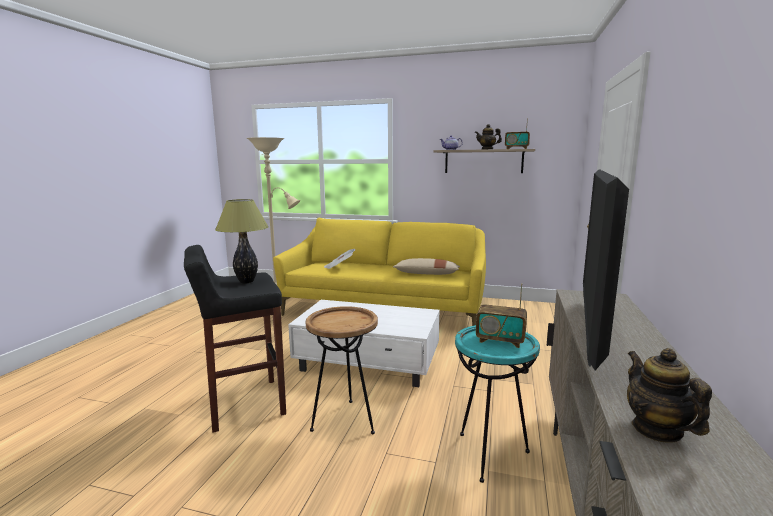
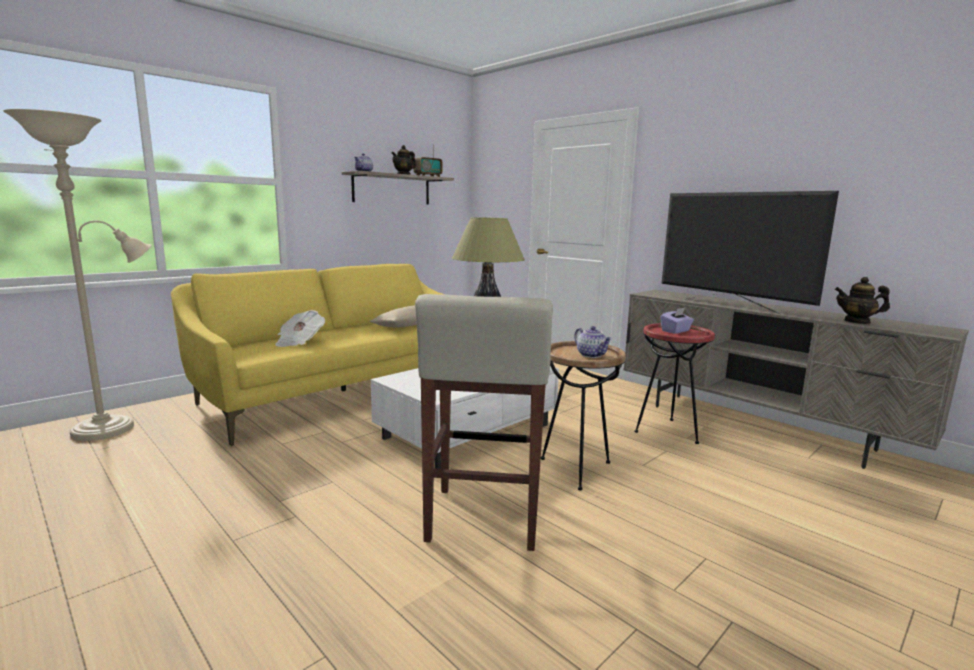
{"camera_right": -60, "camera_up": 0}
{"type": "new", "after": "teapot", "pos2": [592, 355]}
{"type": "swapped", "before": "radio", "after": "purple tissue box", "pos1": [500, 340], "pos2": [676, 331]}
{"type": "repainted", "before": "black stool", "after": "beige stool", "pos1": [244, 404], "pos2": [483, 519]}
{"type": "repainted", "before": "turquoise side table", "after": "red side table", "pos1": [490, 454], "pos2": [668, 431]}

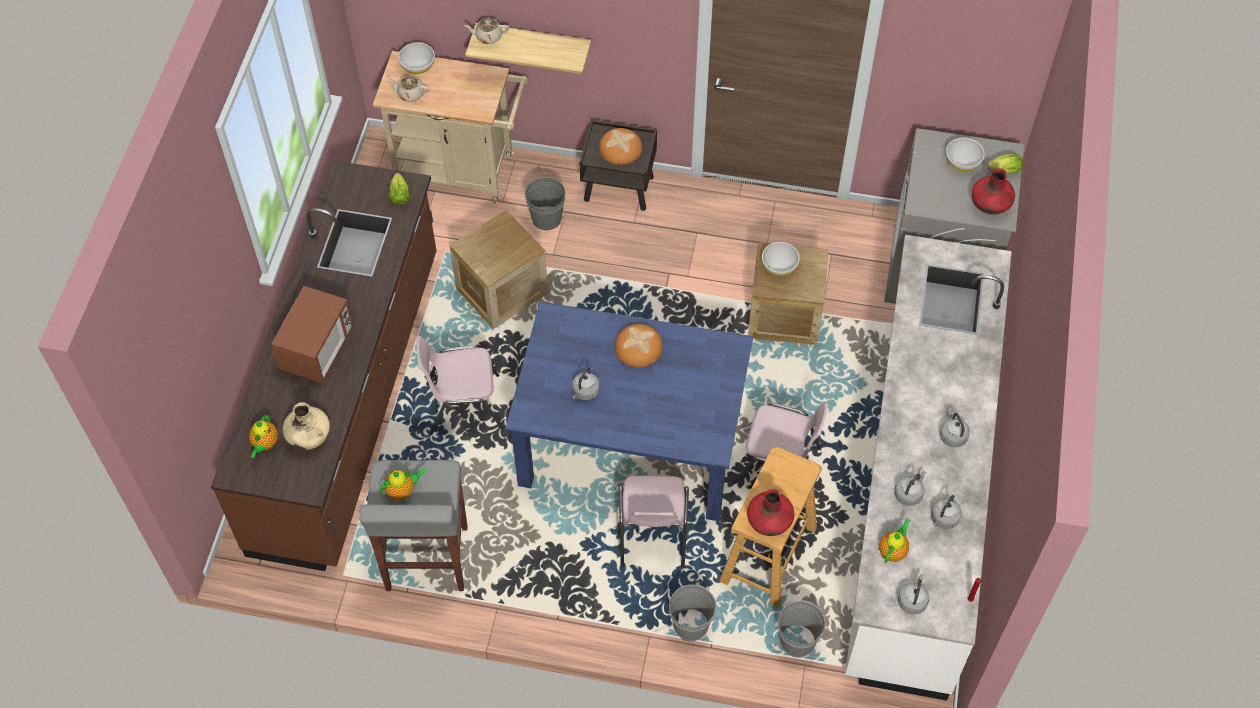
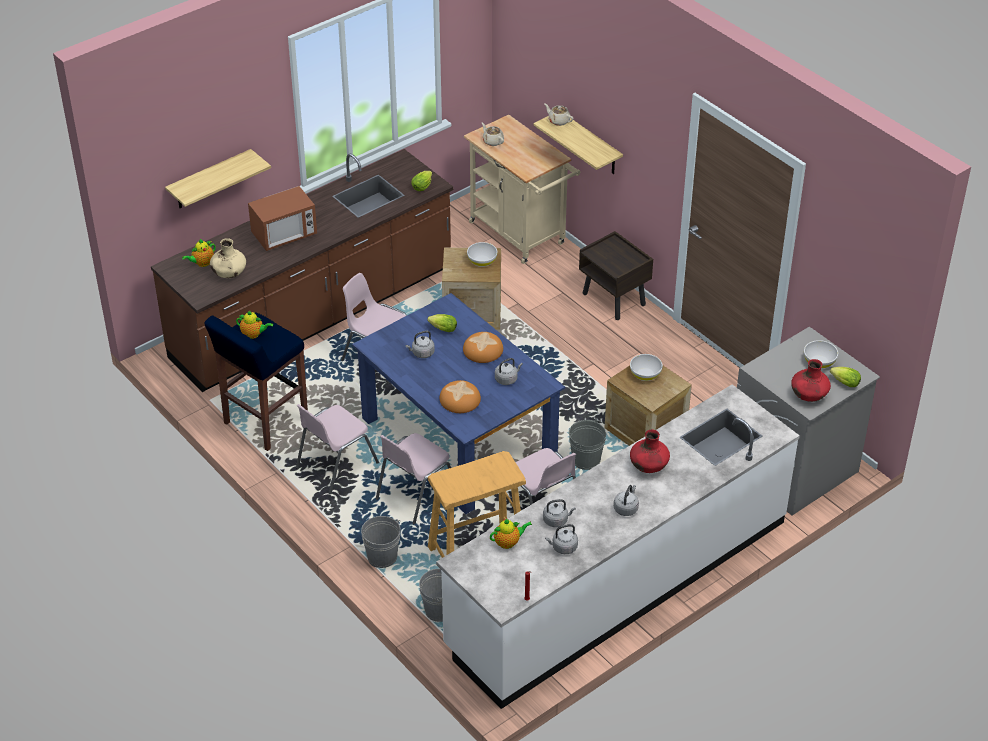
{"camera_right": 40, "camera_up": -15}
{"type": "new", "after": "shelf", "pos2": [210, 180]}
{"type": "new", "after": "pink chair", "pos2": [335, 465]}
{"type": "new", "after": "lettuce", "pos2": [441, 329]}
{"type": "shifted", "before": "white bowl", "pos1": [418, 66], "pos2": [482, 261]}
{"type": "shifted", "before": "grey bucket", "pos1": [546, 218], "pos2": [586, 460]}
{"type": "shifted", "before": "bread", "pos1": [621, 149], "pos2": [460, 400]}
{"type": "shifted", "before": "red vase", "pos1": [769, 522], "pos2": [648, 467]}
{"type": "shifted", "before": "grey kettle", "pos1": [912, 601], "pos2": [507, 379]}
{"type": "repainted", "before": "grey stool", "after": "blue stool", "pos1": [426, 560], "pos2": [265, 422]}

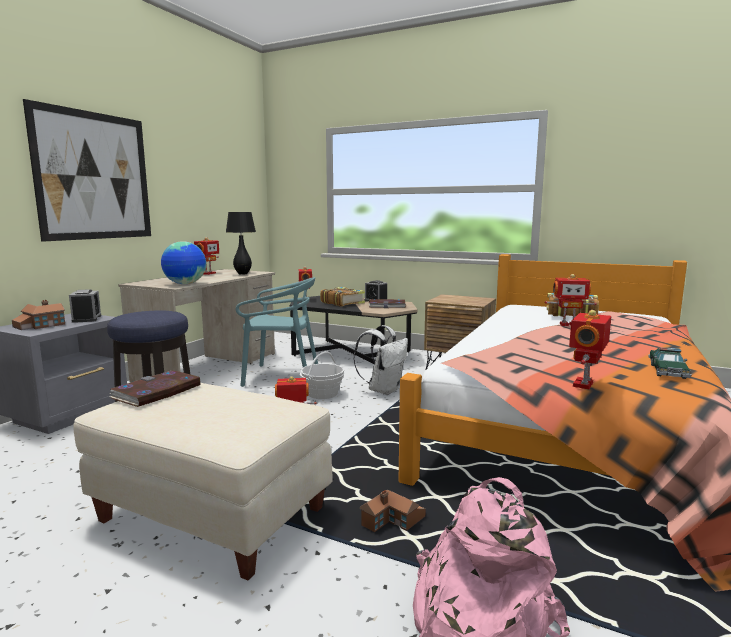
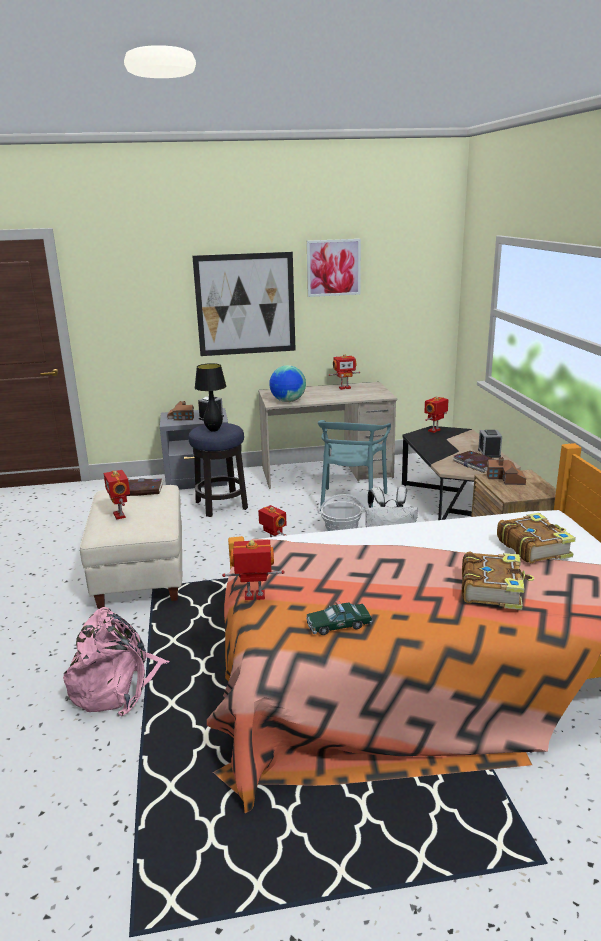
{"camera_right": 55, "camera_up": 10}
{"type": "new", "after": "picture", "pos2": [333, 267]}
{"type": "shifted", "before": "black table lamp", "pos1": [243, 274], "pos2": [213, 430]}
{"type": "shifted", "before": "book", "pos1": [342, 303], "pos2": [492, 589]}
{"type": "shifted", "before": "toy house", "pos1": [393, 522], "pos2": [505, 479]}
{"type": "shifted", "before": "toy robot", "pos1": [568, 324], "pos2": [120, 515]}
{"type": "rotated", "before": "turquoise chair", "pos1": [281, 376], "pos2": [351, 502], "turn": 45}

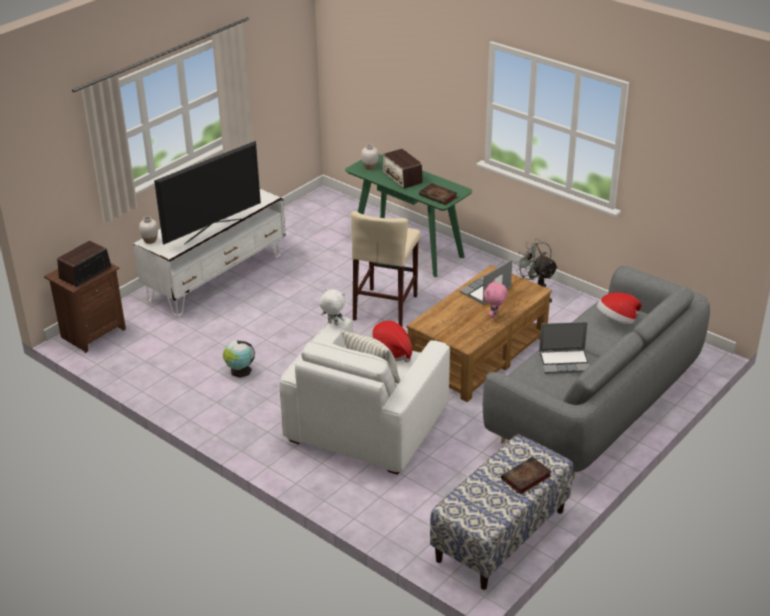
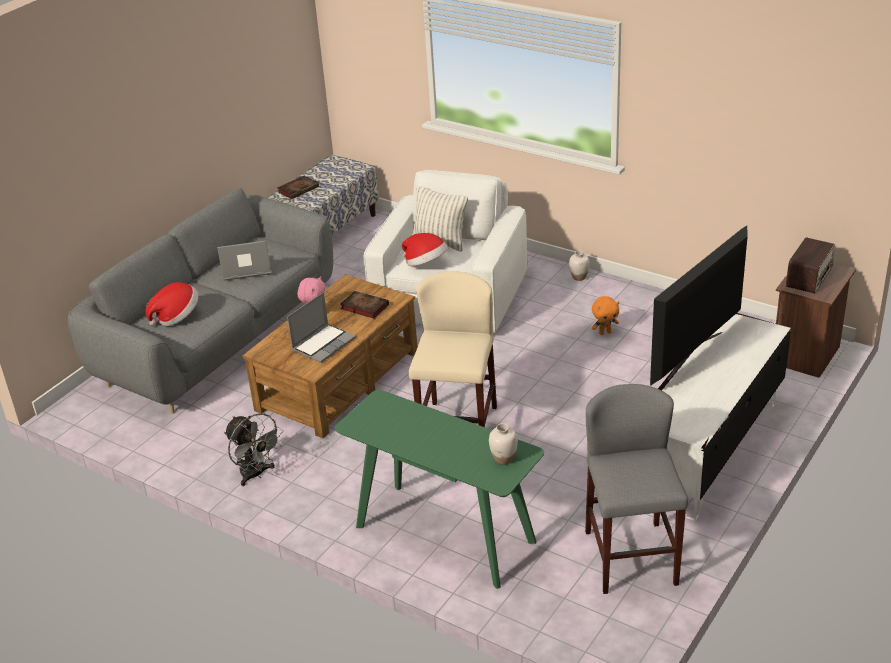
{"camera_right": 175, "camera_up": 0}
{"type": "gone", "before": "white plush toy", "pos1": [333, 324]}
{"type": "gone", "before": "radio", "pos1": [402, 177]}
{"type": "new", "after": "grey stool", "pos2": [630, 558]}
{"type": "shifted", "before": "white vase", "pos1": [150, 240], "pos2": [579, 277]}
{"type": "shifted", "before": "book", "pos1": [439, 196], "pos2": [363, 307]}
{"type": "swapped", "before": "globe", "after": "orange plush toy", "pos1": [239, 371], "pos2": [605, 332]}

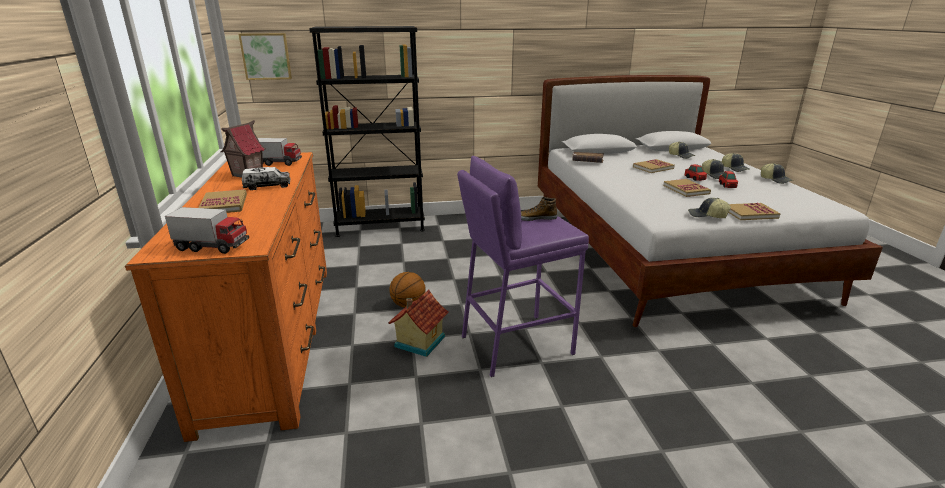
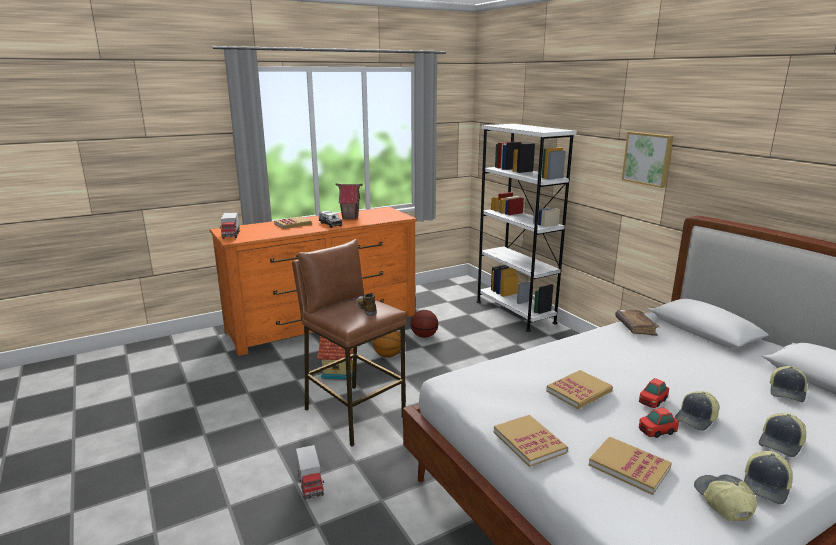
{"camera_right": 70, "camera_up": -5}
{"type": "new", "after": "basketball", "pos2": [424, 336]}
{"type": "shifted", "before": "picture", "pos1": [266, 56], "pos2": [648, 158]}
{"type": "shifted", "before": "toy truck", "pos1": [278, 163], "pos2": [310, 484]}
{"type": "shifted", "before": "book", "pos1": [653, 167], "pos2": [629, 467]}
{"type": "shifted", "before": "cap", "pos1": [707, 216], "pos2": [721, 502]}
{"type": "repainted", "before": "black bookcase", "after": "white bookcase", "pos1": [380, 226], "pos2": [515, 312]}
{"type": "repainted", "before": "purple stool", "after": "brown stool", "pos1": [515, 344], "pos2": [354, 413]}

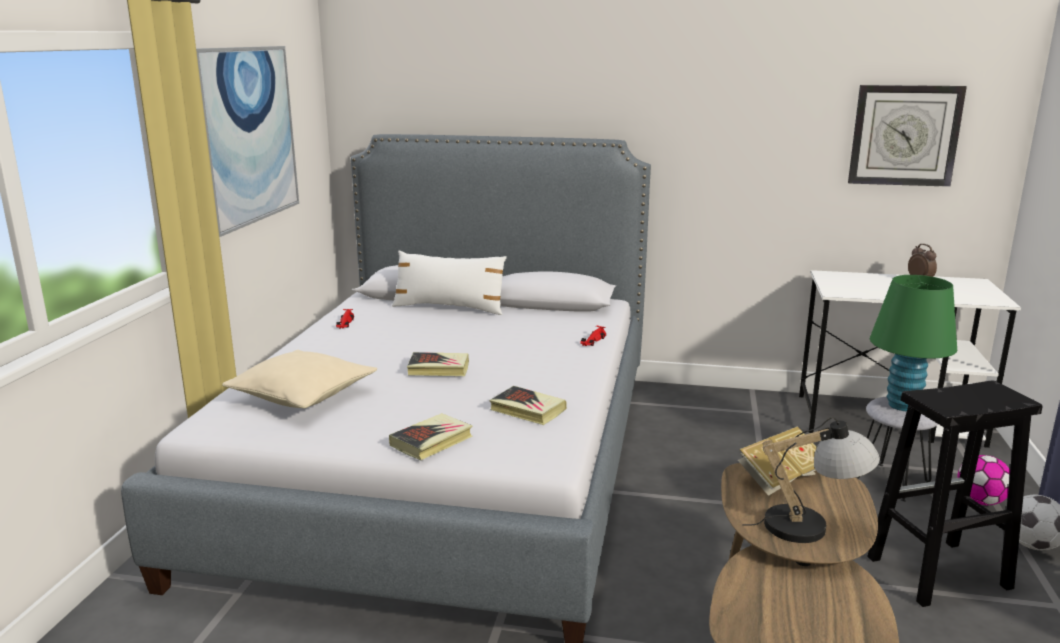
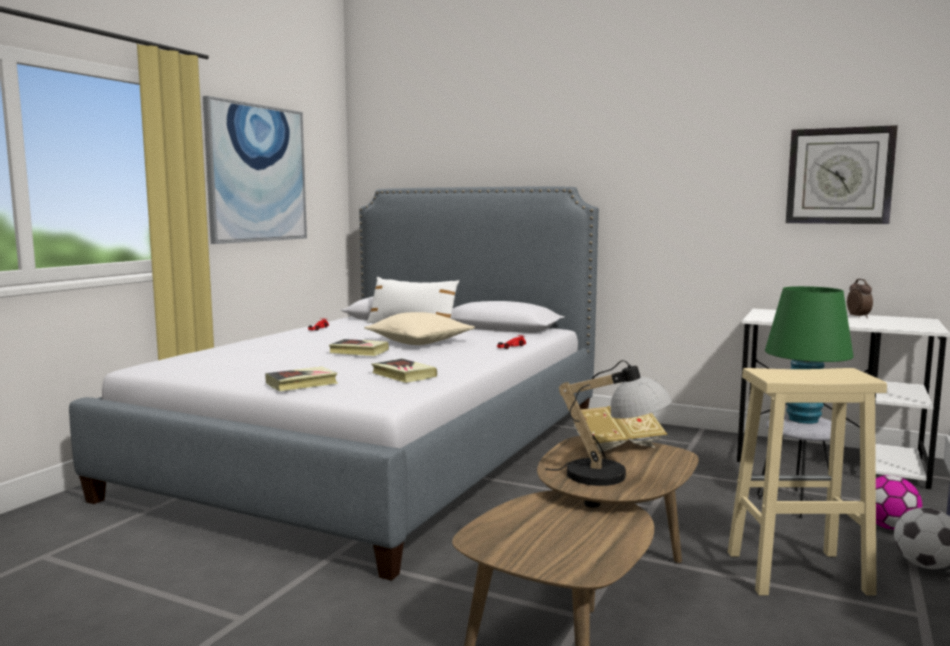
{"camera_right": 15, "camera_up": -10}
{"type": "shifted", "before": "beige pillow", "pos1": [302, 395], "pos2": [419, 342]}
{"type": "repainted", "before": "black stool", "after": "beige stool", "pos1": [936, 573], "pos2": [795, 573]}

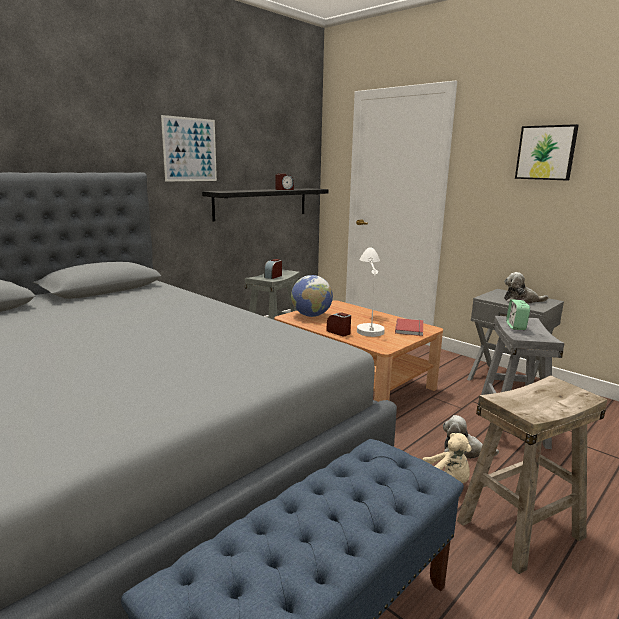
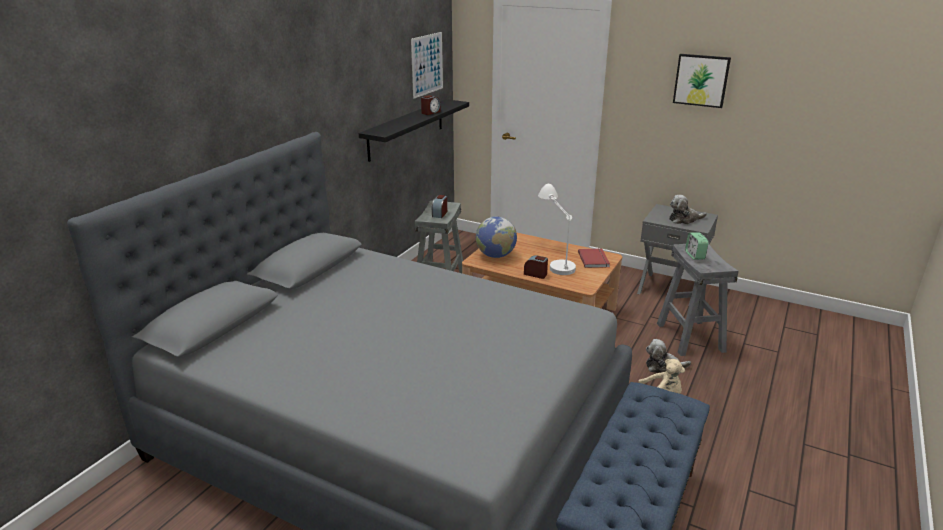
{"camera_right": -15, "camera_up": 10}
{"type": "gone", "before": "beige stool", "pos1": [519, 528]}
{"type": "shifted", "before": "picture", "pos1": [190, 149], "pos2": [427, 64]}

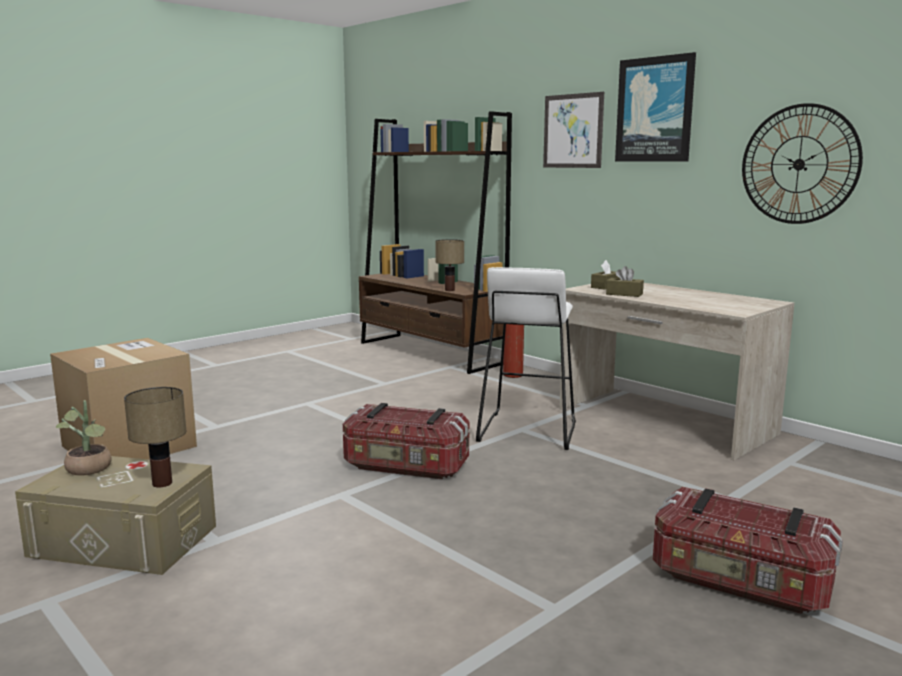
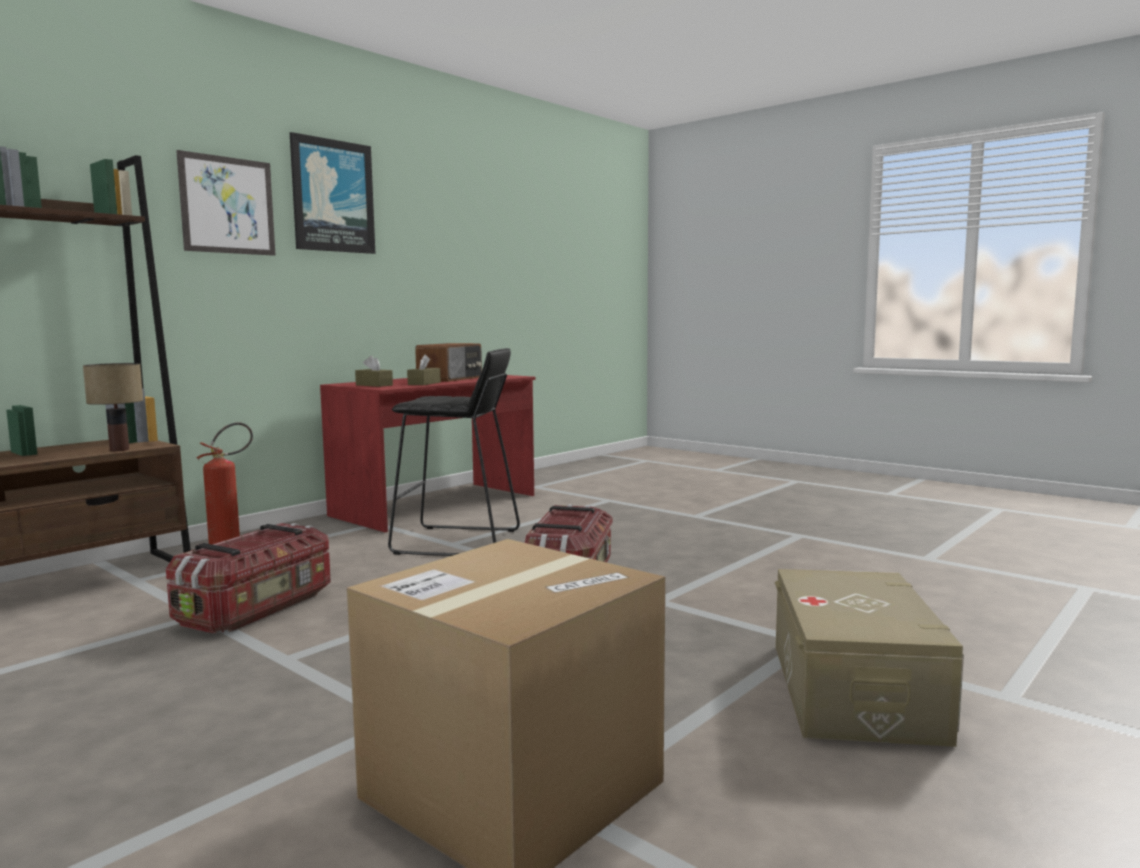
{"camera_right": -95, "camera_up": -5}
{"type": "gone", "before": "potted plant", "pos1": [89, 470]}
{"type": "gone", "before": "table lamp", "pos1": [162, 483]}
{"type": "gone", "before": "wall clock", "pos1": [799, 164]}
{"type": "new", "after": "radio", "pos2": [451, 379]}
{"type": "shifted", "before": "storage box", "pos1": [740, 582], "pos2": [259, 608]}
{"type": "repainted", "before": "white stool", "after": "black stool", "pos1": [527, 431], "pos2": [458, 542]}
{"type": "repainted", "before": "beige desk", "after": "red desk", "pos1": [663, 421], "pos2": [437, 505]}

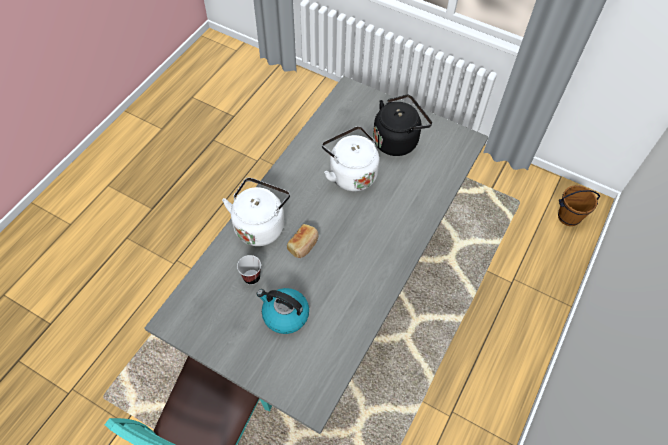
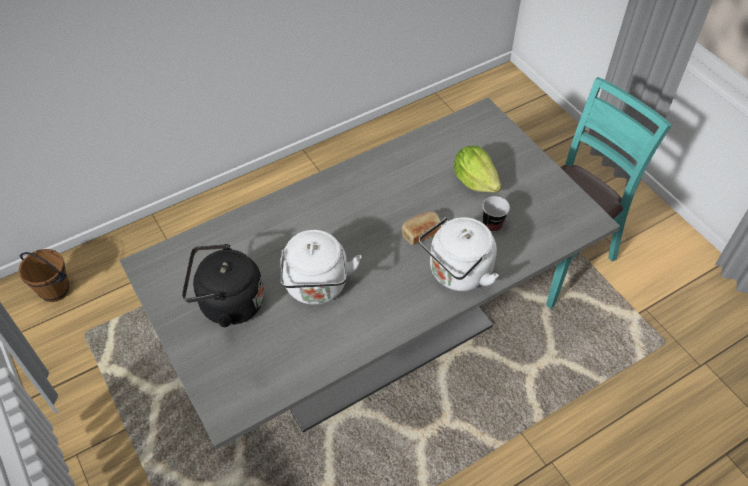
{"camera_right": -150, "camera_up": -5}
{"type": "swapped", "before": "kettle", "after": "lettuce", "pos1": [284, 315], "pos2": [475, 181]}

